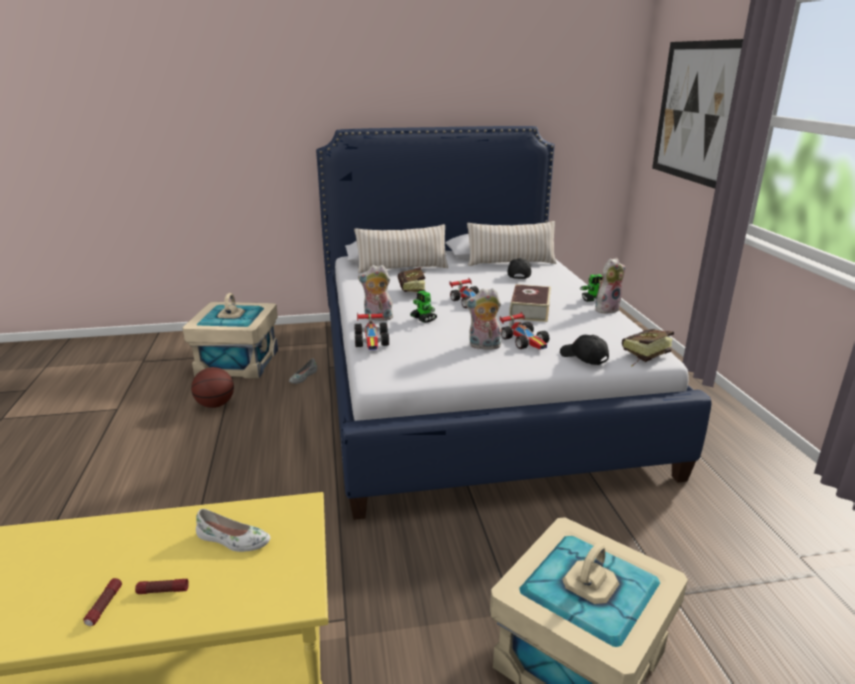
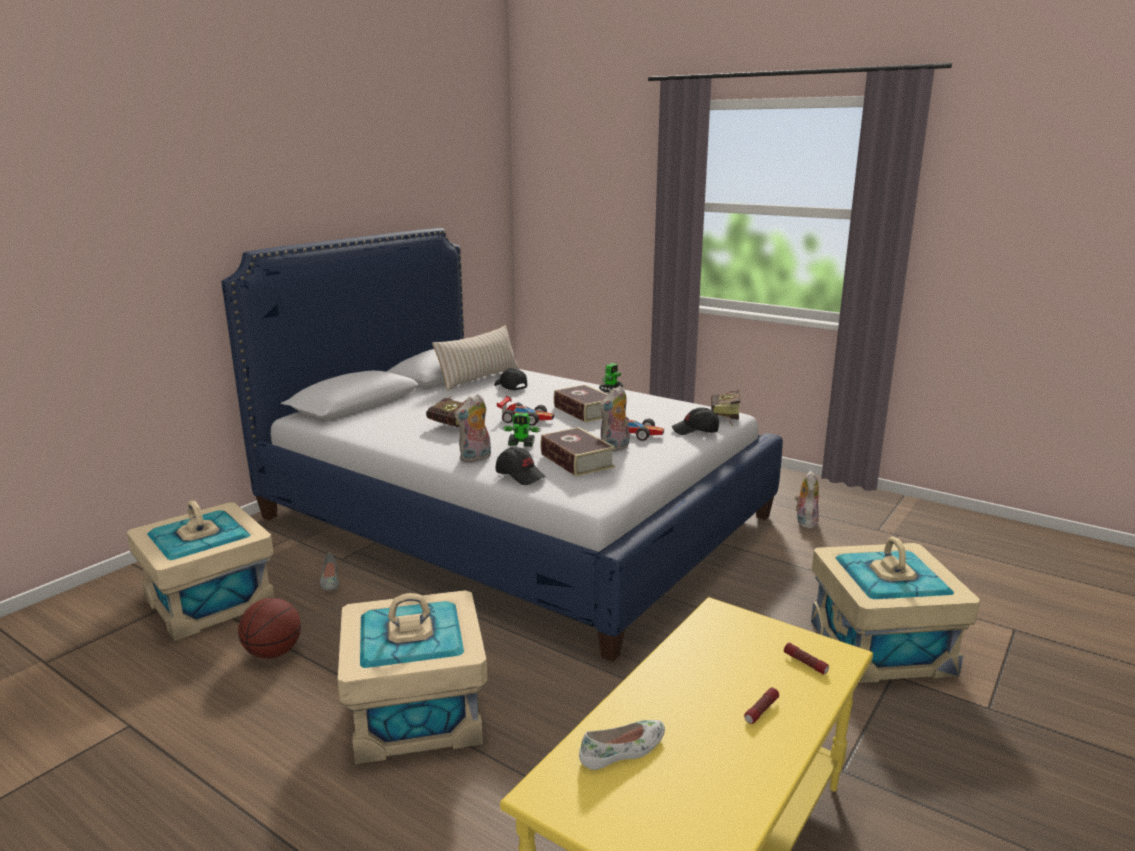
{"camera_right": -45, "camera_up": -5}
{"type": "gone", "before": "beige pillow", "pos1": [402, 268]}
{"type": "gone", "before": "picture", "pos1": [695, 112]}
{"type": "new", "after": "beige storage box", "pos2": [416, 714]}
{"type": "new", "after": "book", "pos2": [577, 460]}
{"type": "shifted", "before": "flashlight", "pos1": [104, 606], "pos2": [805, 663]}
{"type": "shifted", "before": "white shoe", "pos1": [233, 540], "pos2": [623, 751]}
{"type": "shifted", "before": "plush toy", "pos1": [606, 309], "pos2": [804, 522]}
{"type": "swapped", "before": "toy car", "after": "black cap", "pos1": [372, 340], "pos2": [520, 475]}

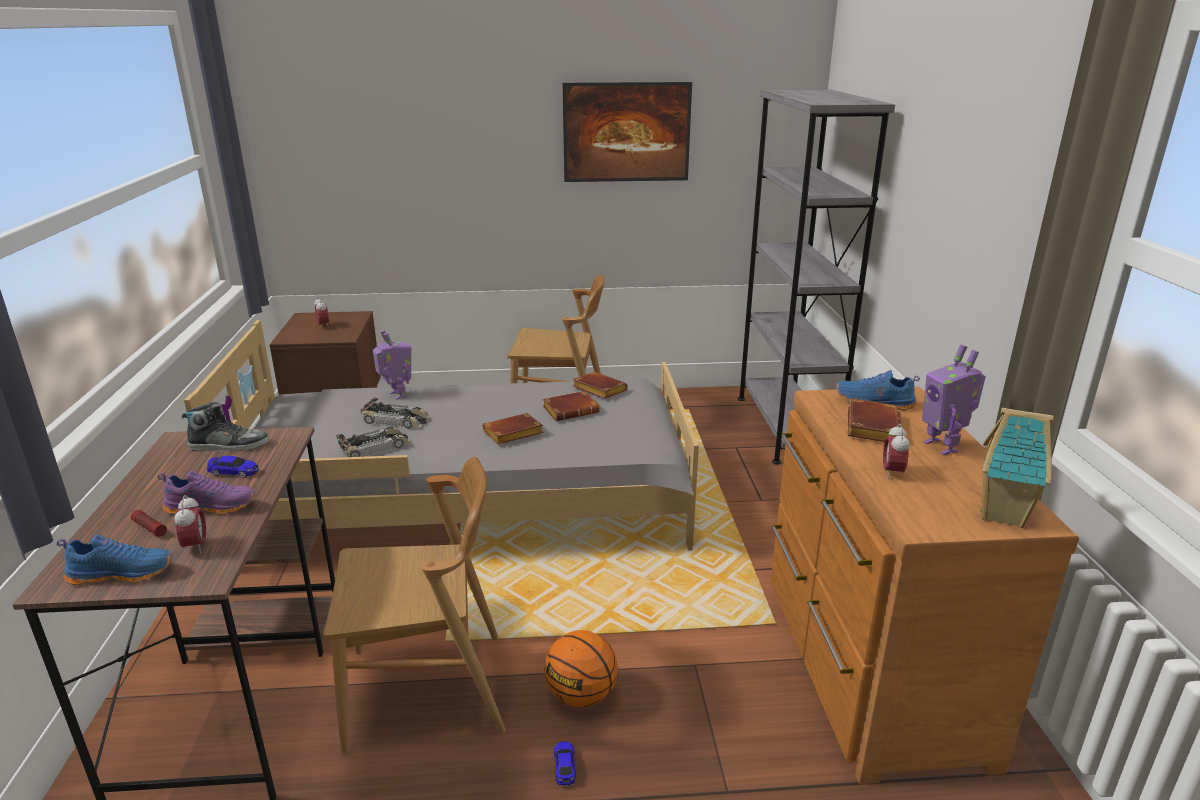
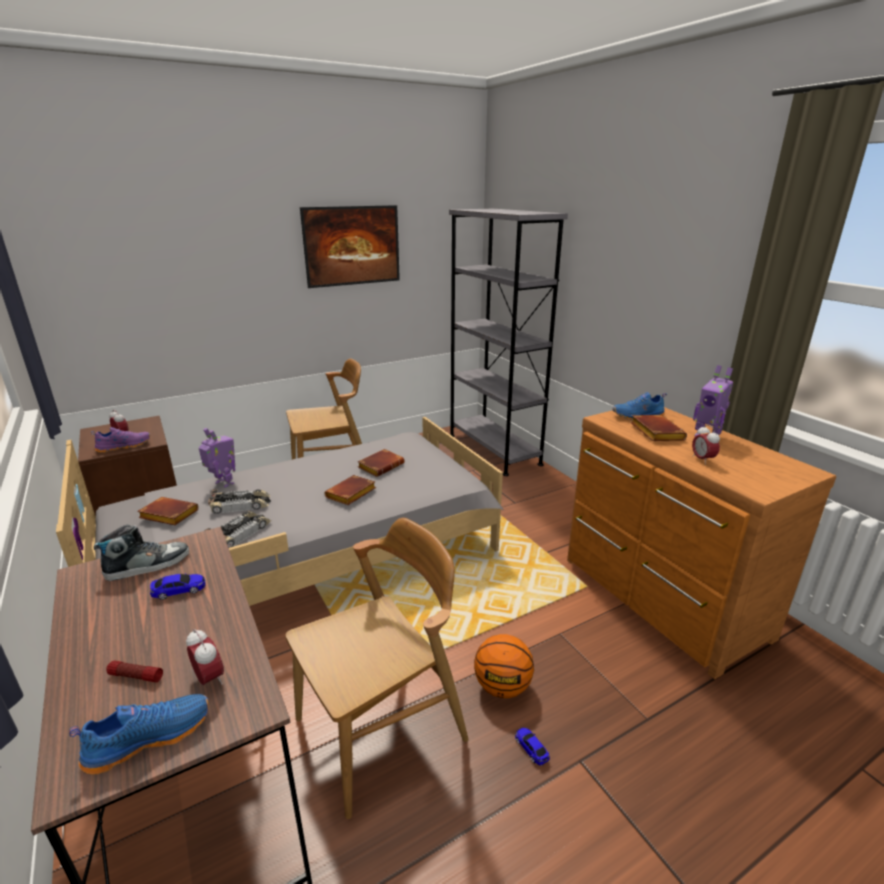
{"camera_right": -25, "camera_up": 0}
{"type": "gone", "before": "toy house", "pos1": [1004, 515]}
{"type": "shifted", "before": "purple shoe", "pos1": [212, 506], "pos2": [124, 446]}
{"type": "shifted", "before": "brown book", "pos1": [597, 390], "pos2": [167, 515]}

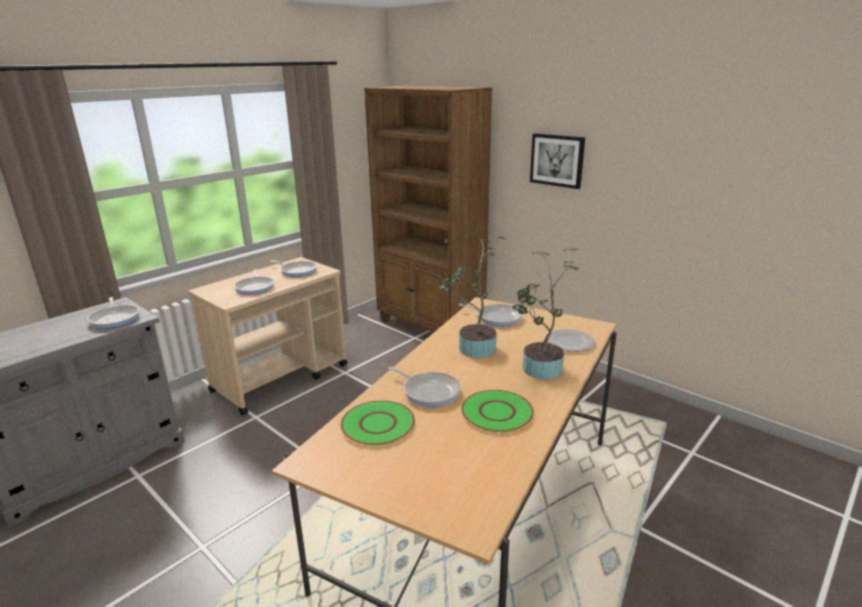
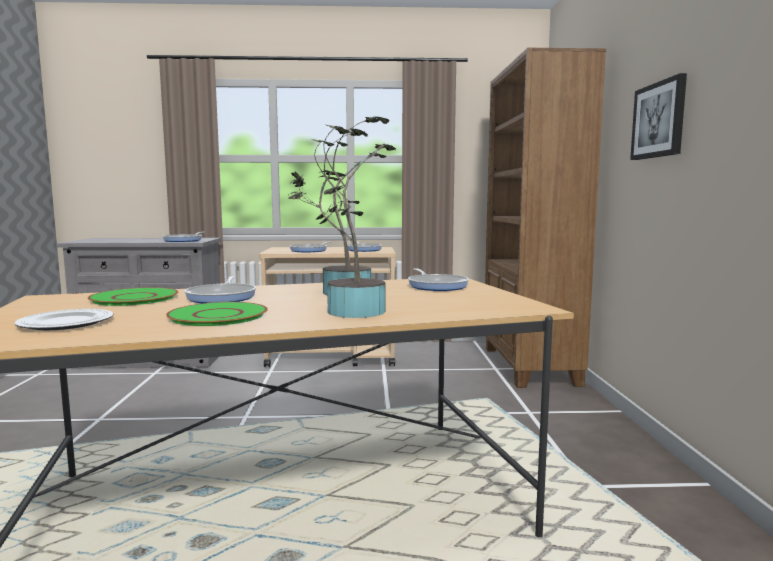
{"camera_right": 45, "camera_up": -15}
{"type": "shifted", "before": "plate", "pos1": [570, 342], "pos2": [67, 323]}

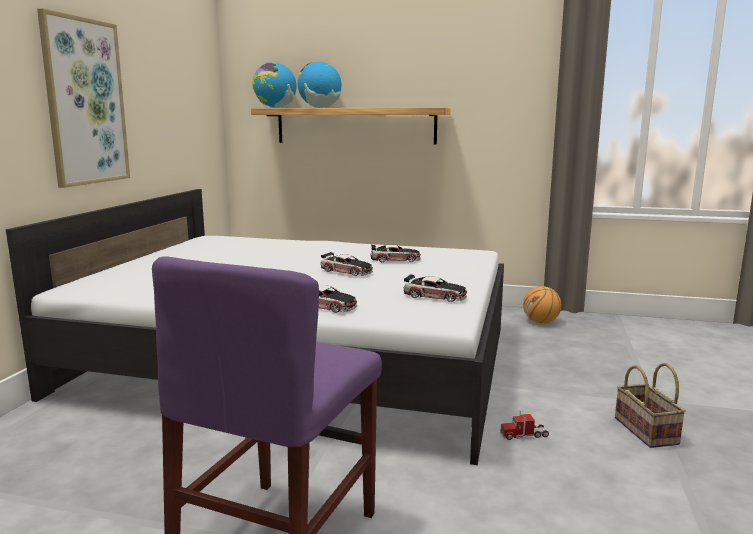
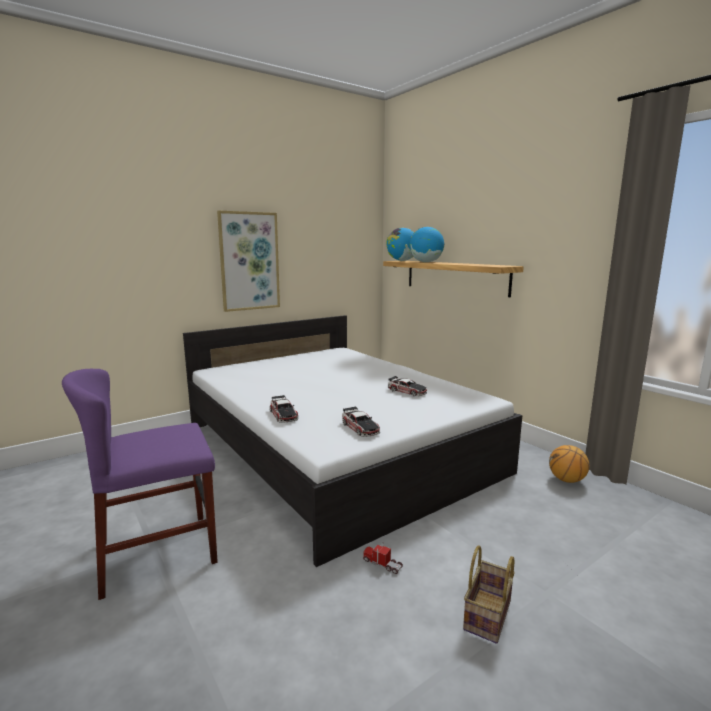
{"camera_right": 40, "camera_up": 0}
{"type": "gone", "before": "toy car", "pos1": [347, 271]}

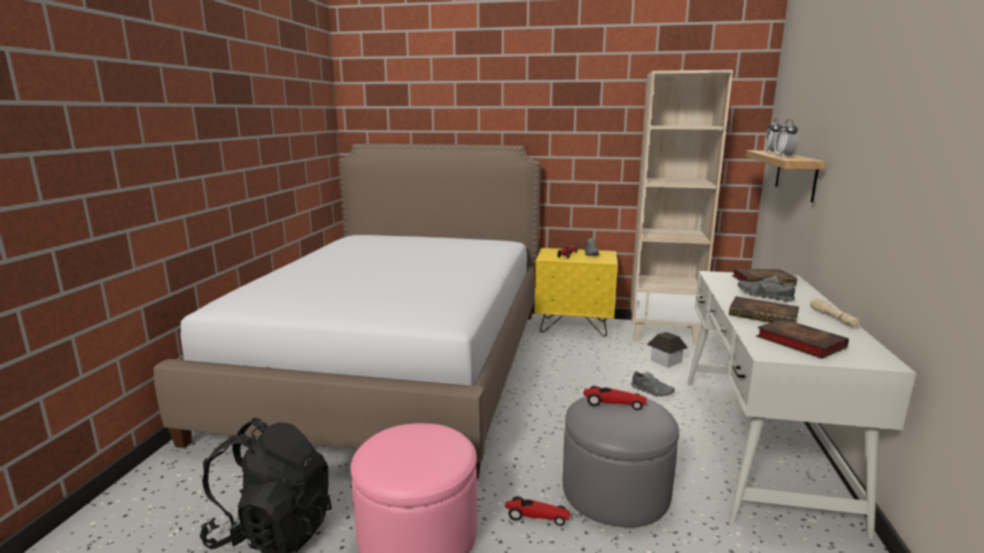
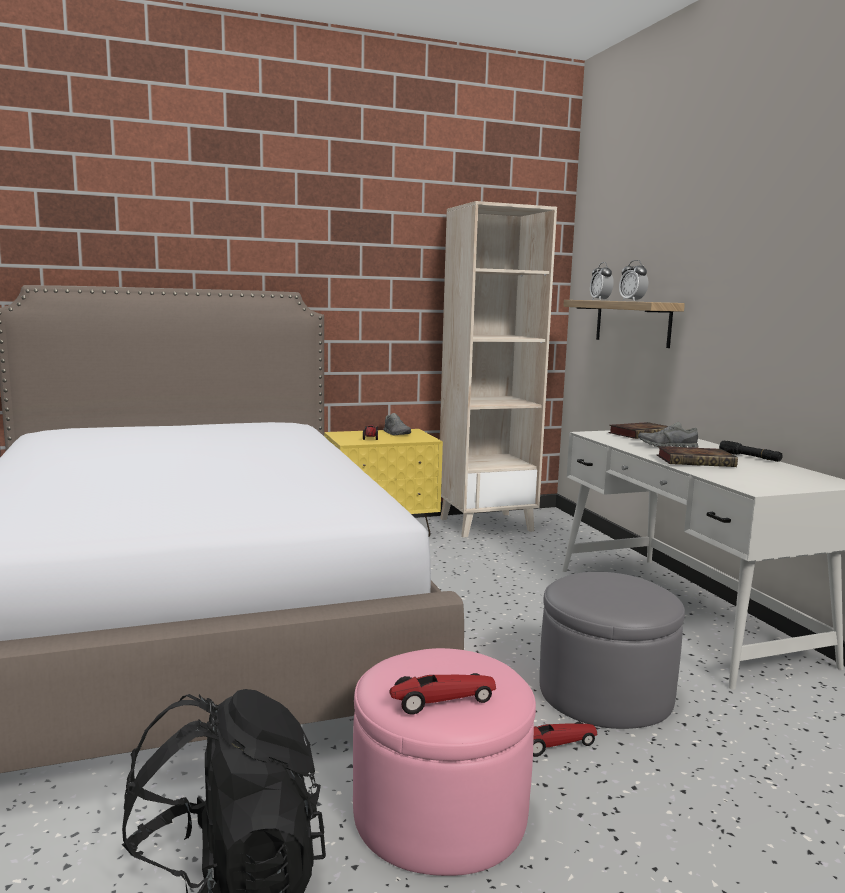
{"camera_right": -30, "camera_up": -5}
{"type": "gone", "before": "grey shoe", "pos1": [652, 391]}
{"type": "gone", "before": "toy house", "pos1": [666, 361]}
{"type": "gone", "before": "book", "pos1": [797, 342]}
{"type": "shifted", "before": "toy car", "pos1": [614, 404], "pos2": [442, 701]}
{"type": "repainted", "before": "beige flashlight", "after": "black flashlight", "pos1": [833, 318], "pos2": [749, 457]}

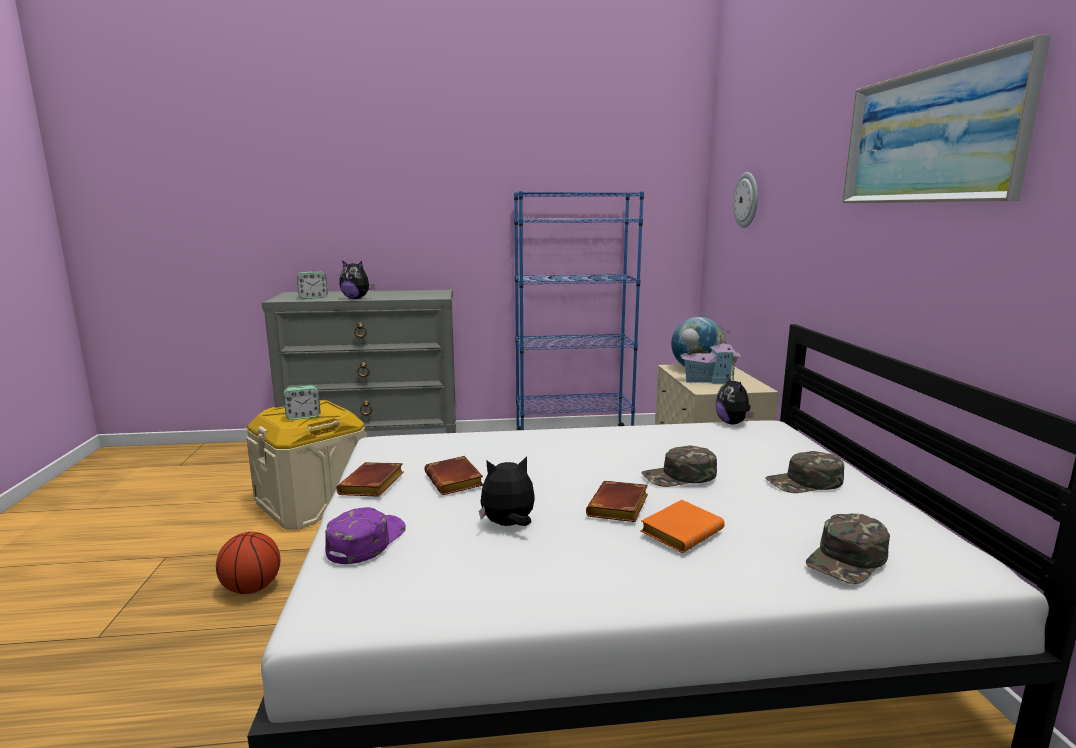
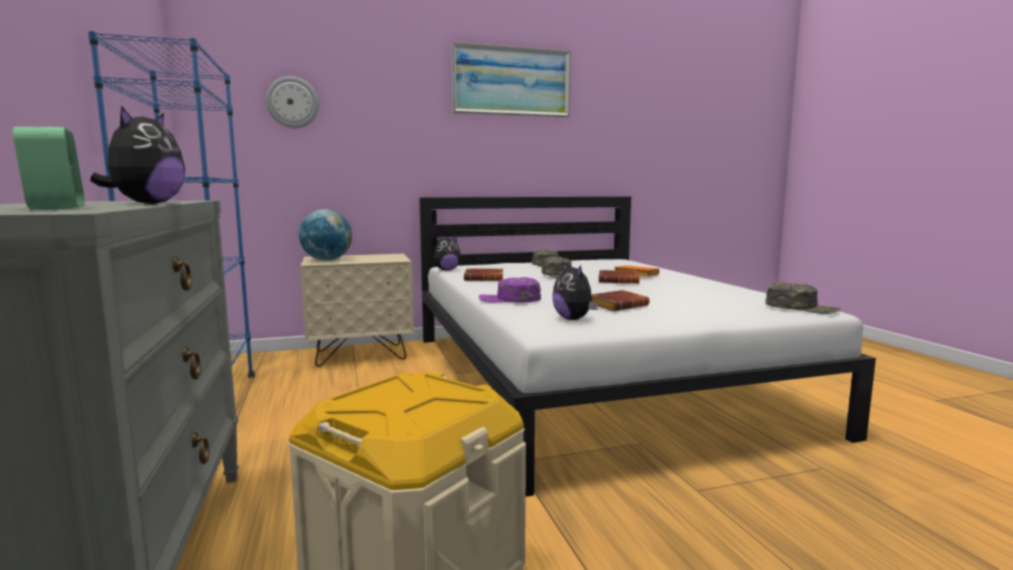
{"camera_right": -100, "camera_up": -5}
{"type": "gone", "before": "basketball", "pos1": [251, 588]}
{"type": "gone", "before": "alarm clock", "pos1": [303, 416]}
{"type": "gone", "before": "toy house", "pos1": [707, 380]}
{"type": "shifted", "before": "purple cap", "pos1": [365, 541], "pos2": [509, 299]}
{"type": "shifted", "before": "brown book", "pos1": [372, 486], "pos2": [485, 279]}
{"type": "shifted", "before": "plush toy", "pos1": [508, 525], "pos2": [574, 319]}
{"type": "shifted", "before": "green cap", "pos1": [847, 559], "pos2": [801, 308]}

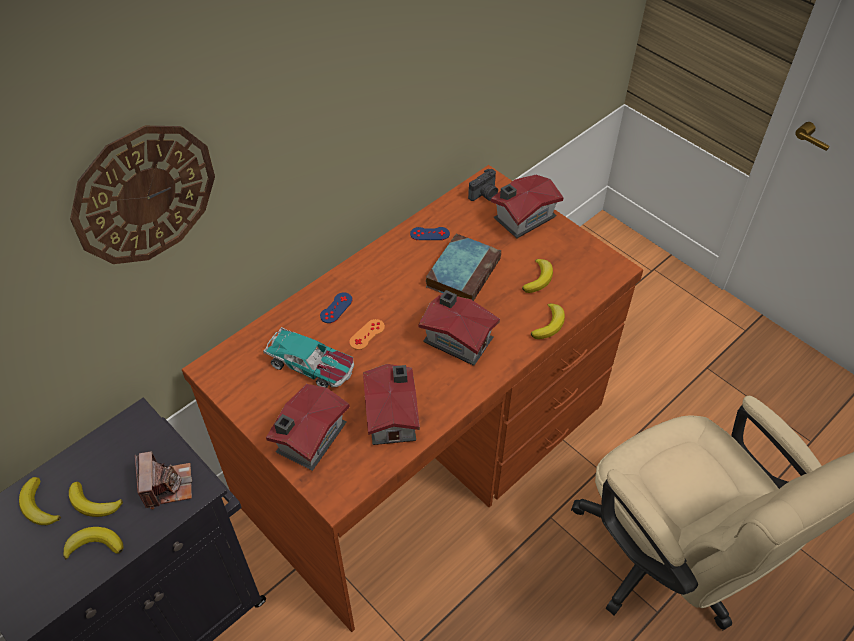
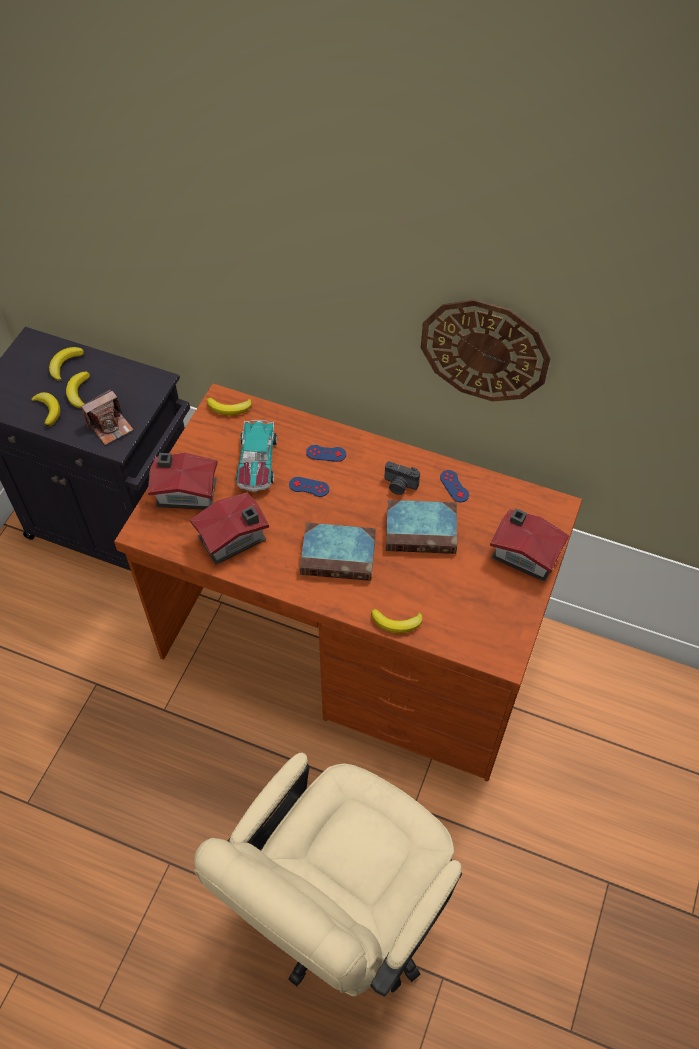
{"camera_right": 65, "camera_up": 5}
{"type": "shifted", "before": "wall clock", "pos1": [144, 194], "pos2": [484, 350]}
{"type": "shifted", "before": "photo camera", "pos1": [485, 194], "pos2": [399, 486]}
{"type": "shifted", "before": "banana", "pos1": [538, 278], "pos2": [229, 408]}
{"type": "swapped", "before": "toy house", "after": "book", "pos1": [457, 338], "pos2": [340, 555]}
{"type": "repainted", "before": "orange game controller", "after": "blue game controller", "pos1": [367, 334], "pos2": [309, 487]}

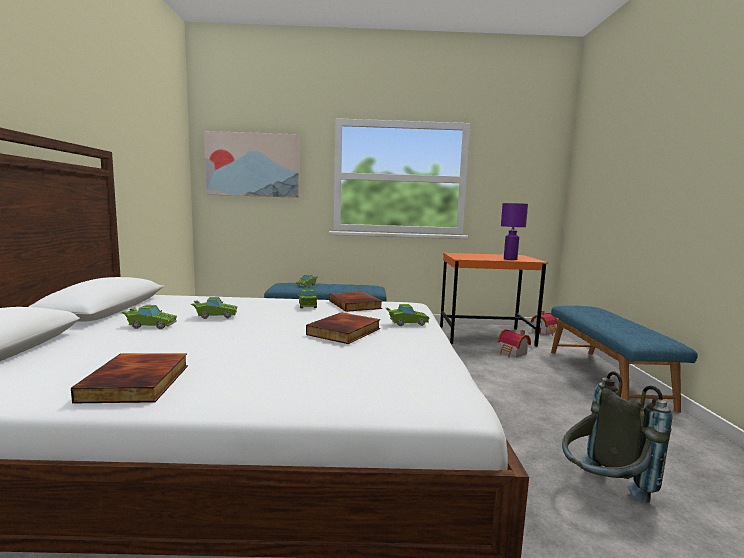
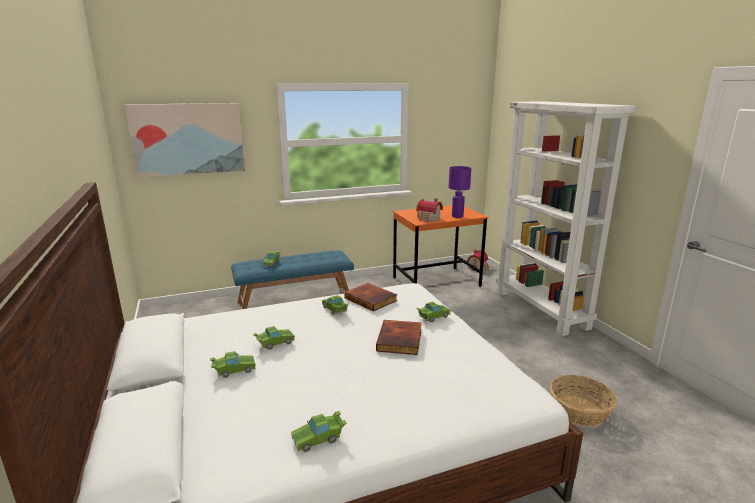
{"camera_right": -20, "camera_up": 10}
{"type": "shifted", "before": "toy house", "pos1": [512, 353], "pos2": [429, 219]}
{"type": "swapped", "before": "book", "after": "green toy car", "pos1": [138, 383], "pos2": [319, 439]}
{"type": "swapped", "before": "blue bench", "after": "white bookcase", "pos1": [606, 377], "pos2": [542, 309]}
{"type": "swapped", "before": "grey backpack", "after": "basket", "pos1": [602, 491], "pos2": [579, 411]}

